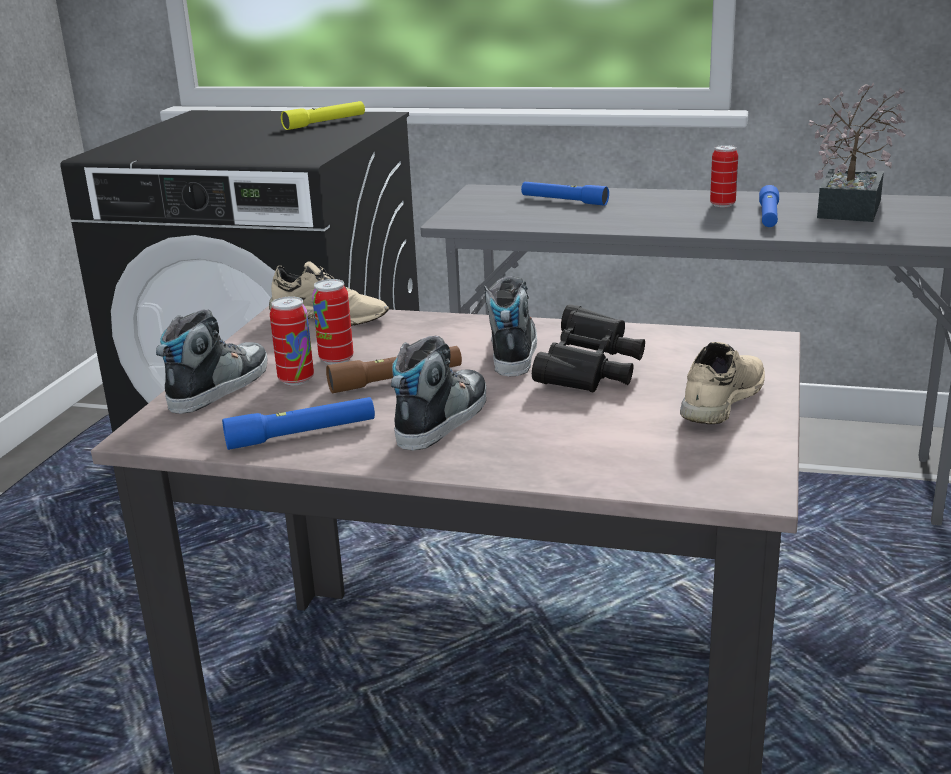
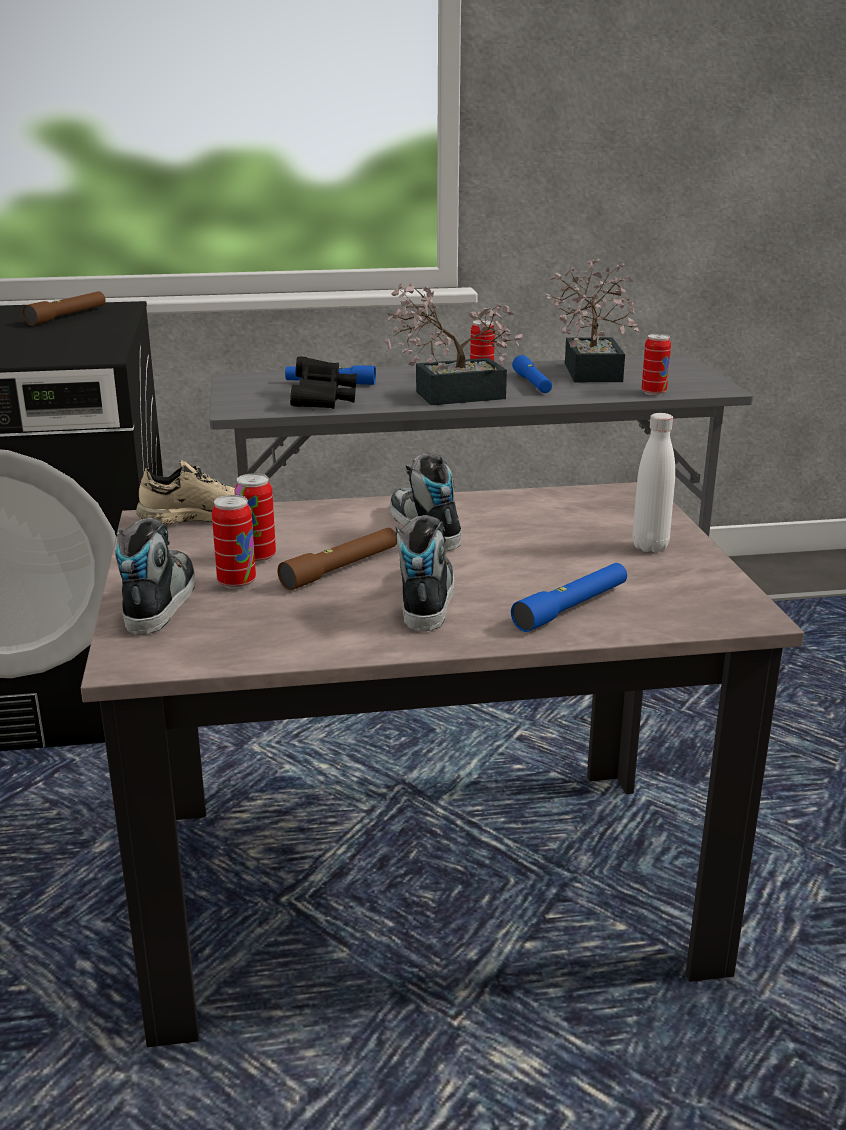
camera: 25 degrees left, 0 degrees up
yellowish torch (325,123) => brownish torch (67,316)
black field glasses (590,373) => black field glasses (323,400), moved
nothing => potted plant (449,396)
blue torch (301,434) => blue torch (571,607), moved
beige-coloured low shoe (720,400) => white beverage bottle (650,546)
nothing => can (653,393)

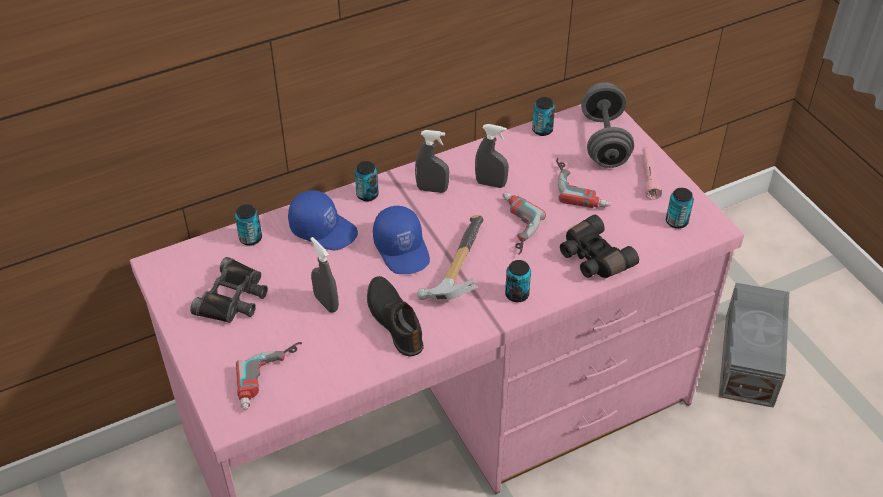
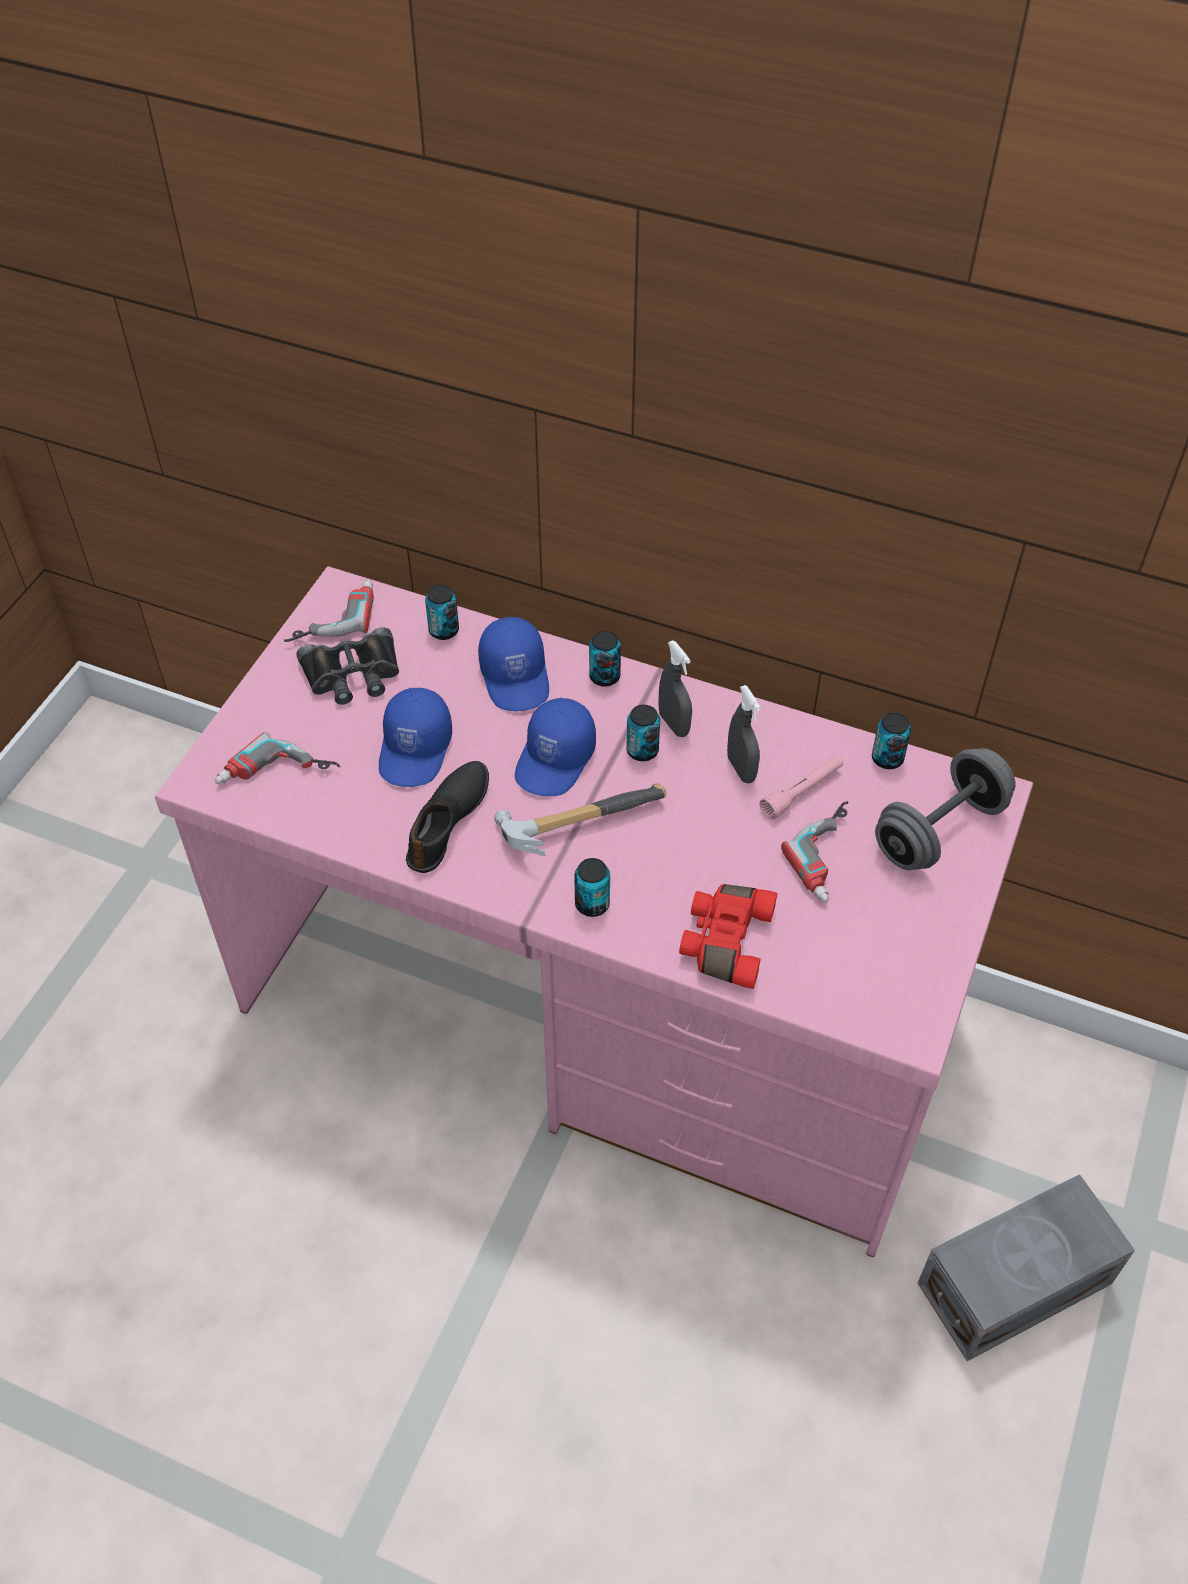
camera: 50 degrees right, 5 degrees up
power drill (512,226) => power drill (331,616), moved
grey sprayer (326,303) => blue baseball cap (416,750)
can (676,221) => can (642,750), moved
black field glasses (593,258) => red-coloured field glasses (724,941)
pink-coloured torch (648,177) => pink-coloured torch (802,792), moved

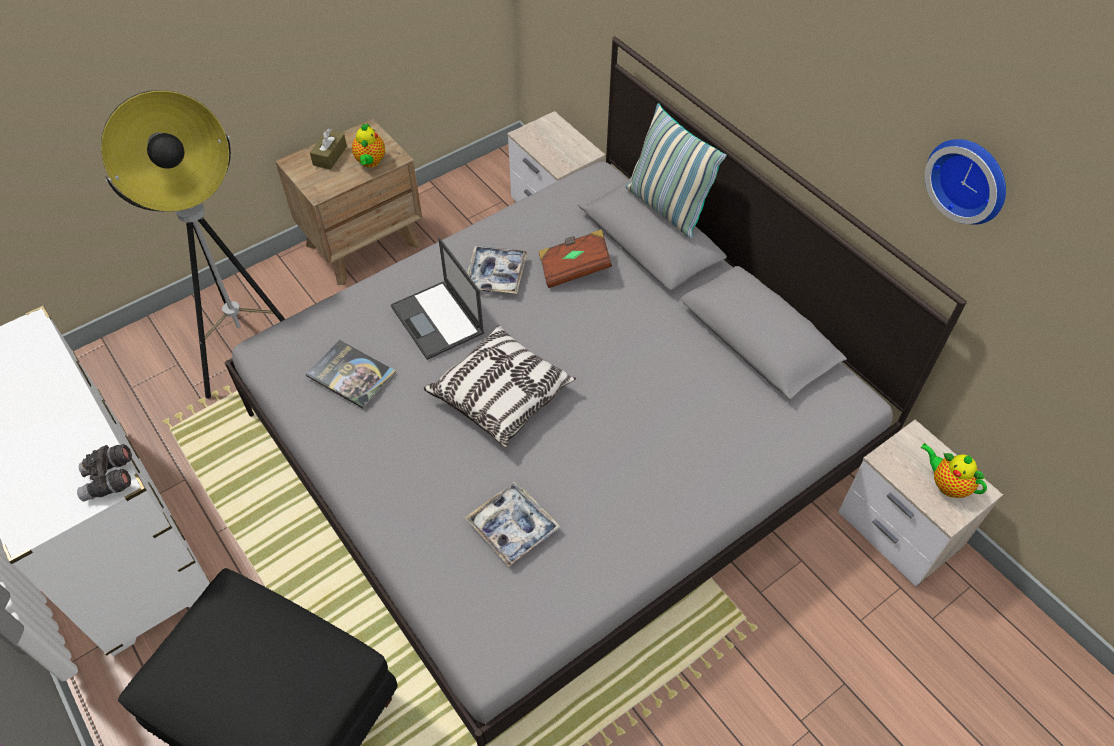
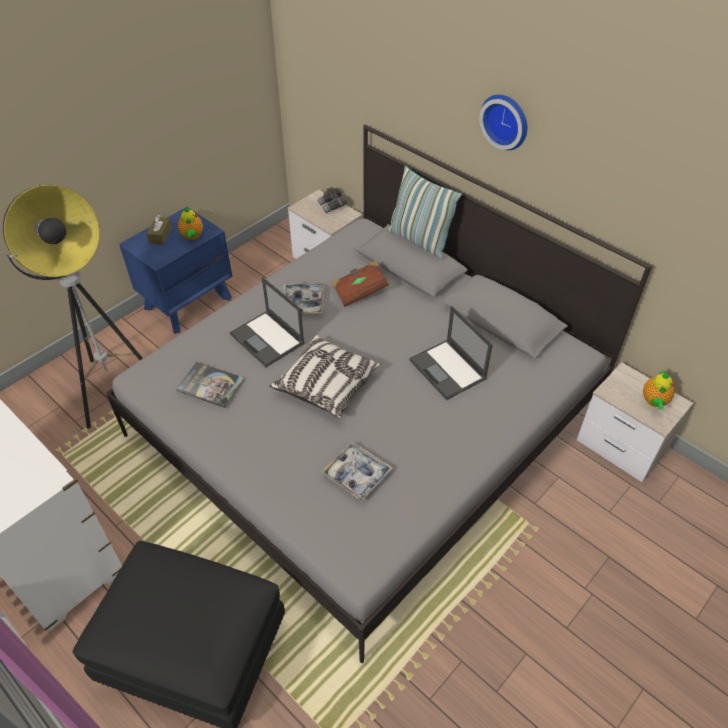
camera: 10 degrees left, 5 degrees down
brownish bedside table (364,244) => blue bedside table (188,302)
grey field glasses (110,481) => grey field glasses (332,206), moved
nothing => laptop (448,370)
hanging clock (970,178) => hanging clock (506,120), moved
tea pot (947,484) => tea pot (654,402), 105 degrees counterclockwise

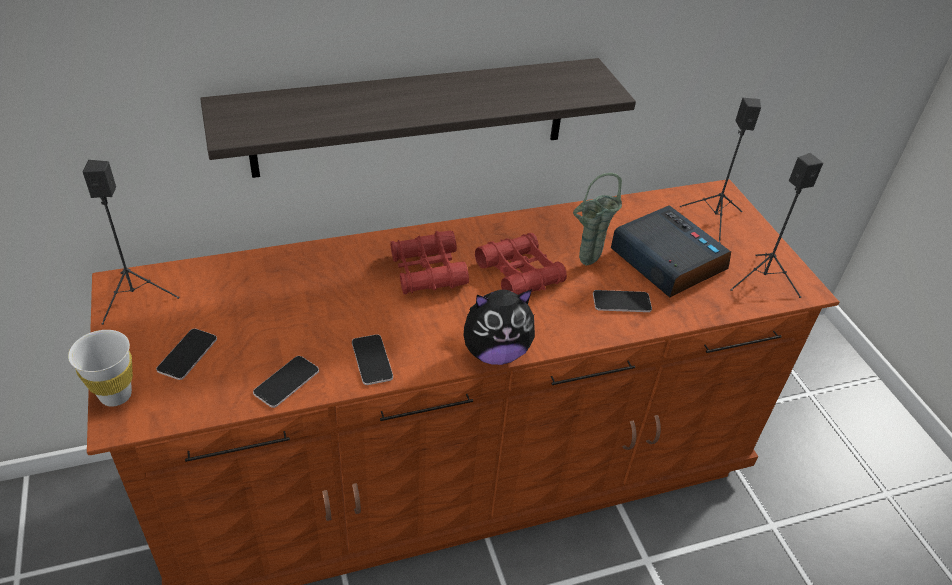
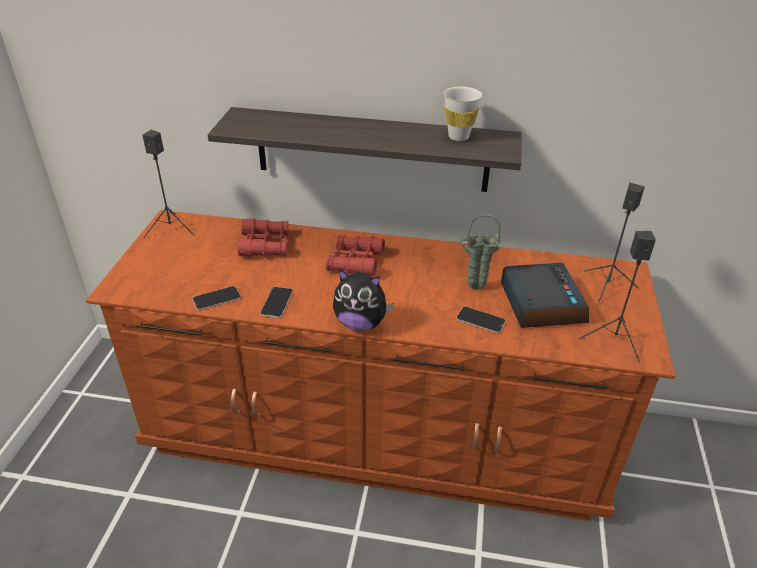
camera: 30 degrees right, 5 degrees down
red-coloured field glasses (519,273) => red-coloured field glasses (265,245), moved
white cup (116,395) => white cup (458,137), moved
telephone (187,354) => nothing

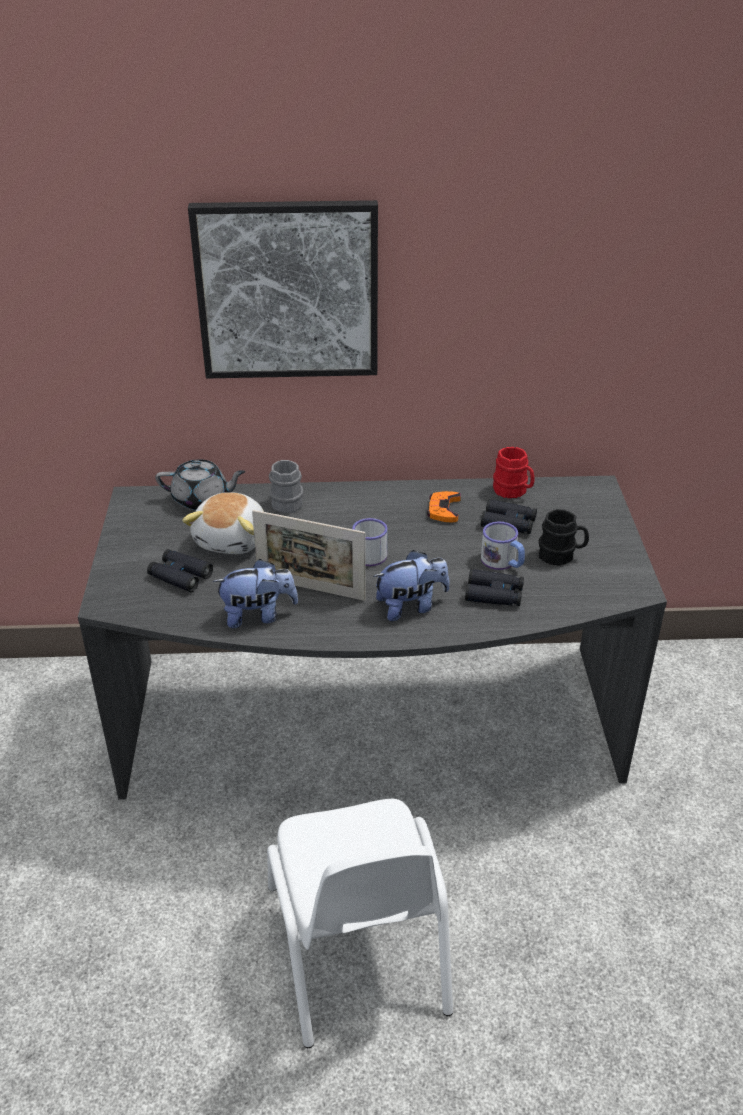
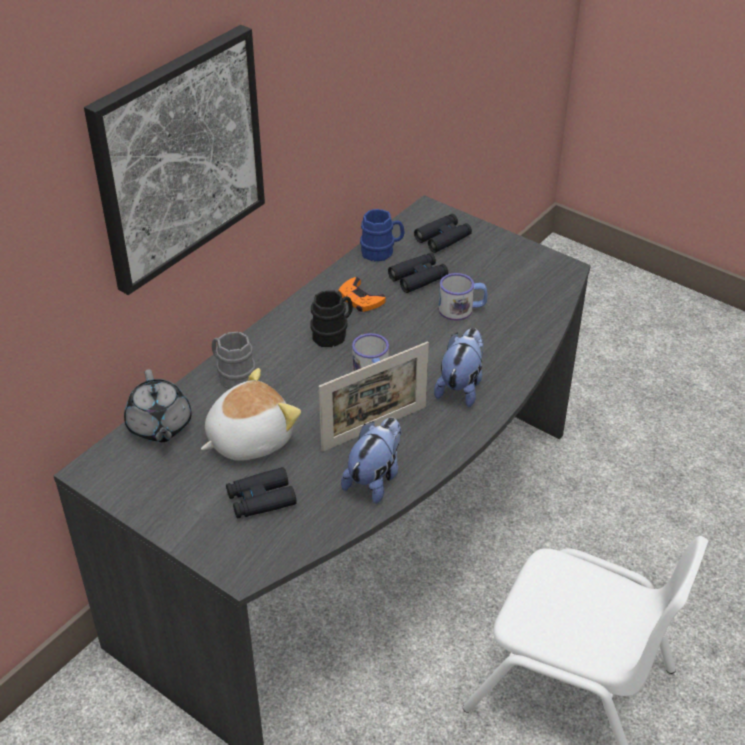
camera: 50 degrees left, 5 degrees up
grey tea pot (202,500) => grey tea pot (159,426), 120 degrees clockwise
cuddly toy (233,540) => cuddly toy (248,438), 90 degrees counterclockwise
black coffee mug (561,556) => black coffee mug (333,333), moved
red-coloured coffee mug (513,491) => blue coffee mug (382,251)
black field glasses (494,594) => black field glasses (443,238), moved

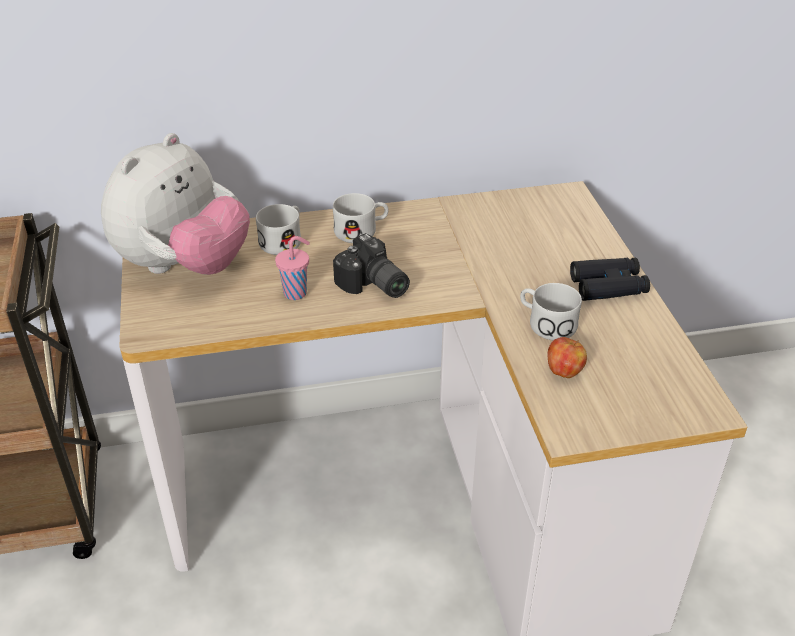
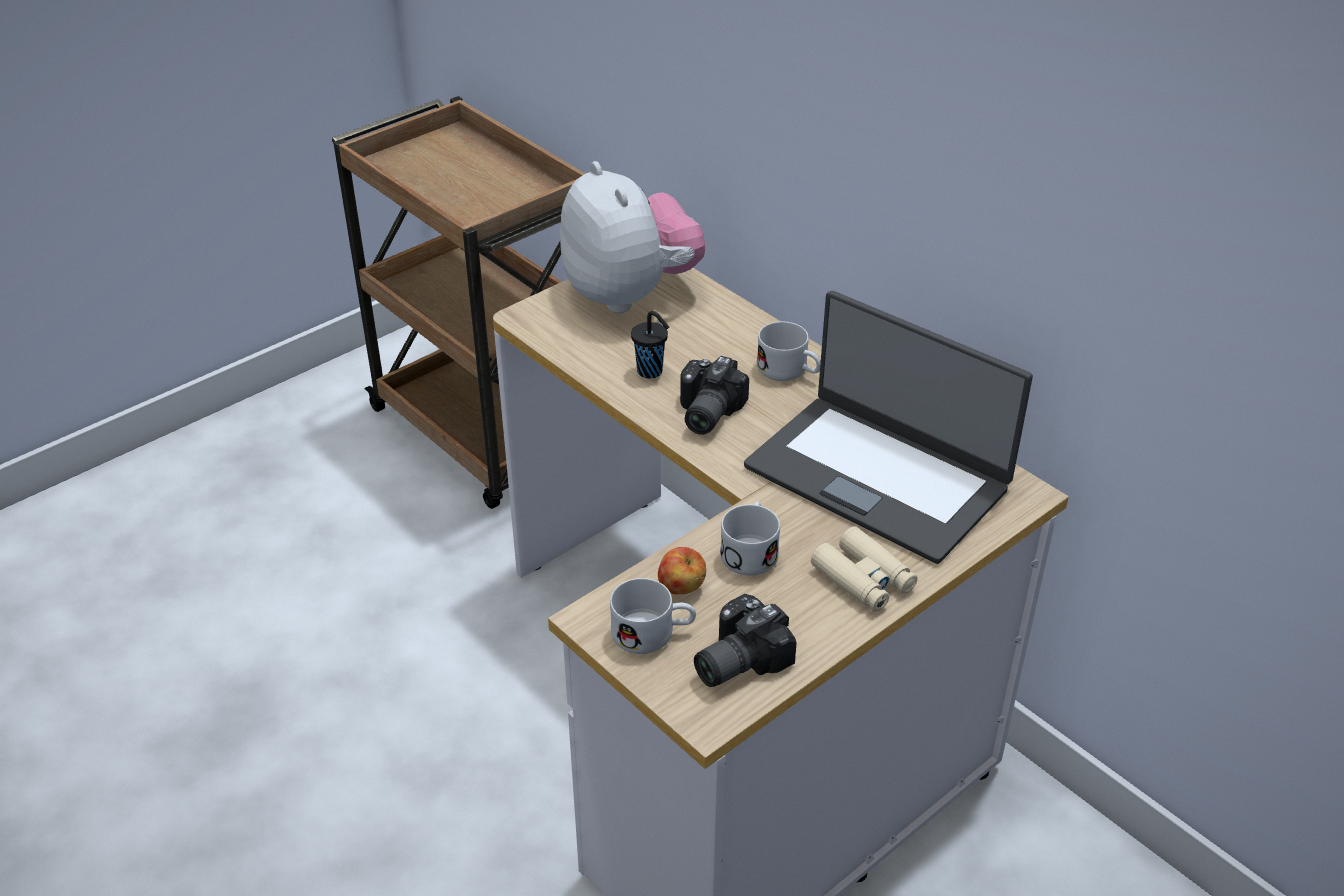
camera: 60 degrees right, 0 degrees up
cuddly toy (184,266) => cuddly toy (630,294), 120 degrees counterclockwise
white coffee mug (284,240) => white coffee mug (653,634), moved
pink-coloured cup (296,293) => black cup (651,372)
nothing => still camera (735,660)
nothing => laptop (878,476)
black field glasses (608,286) => beige-coloured field glasses (863,579)

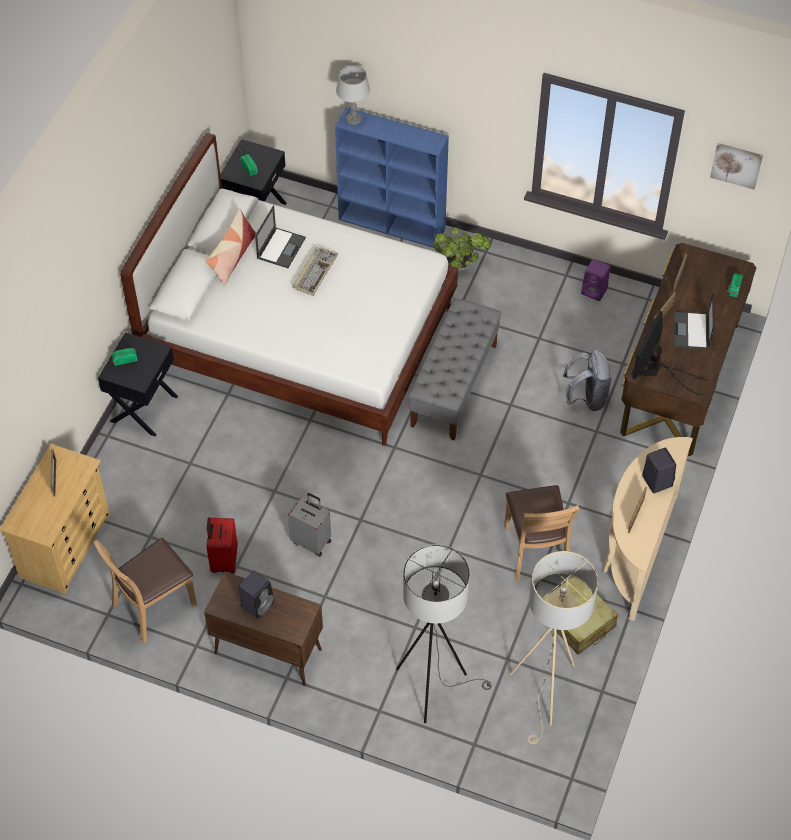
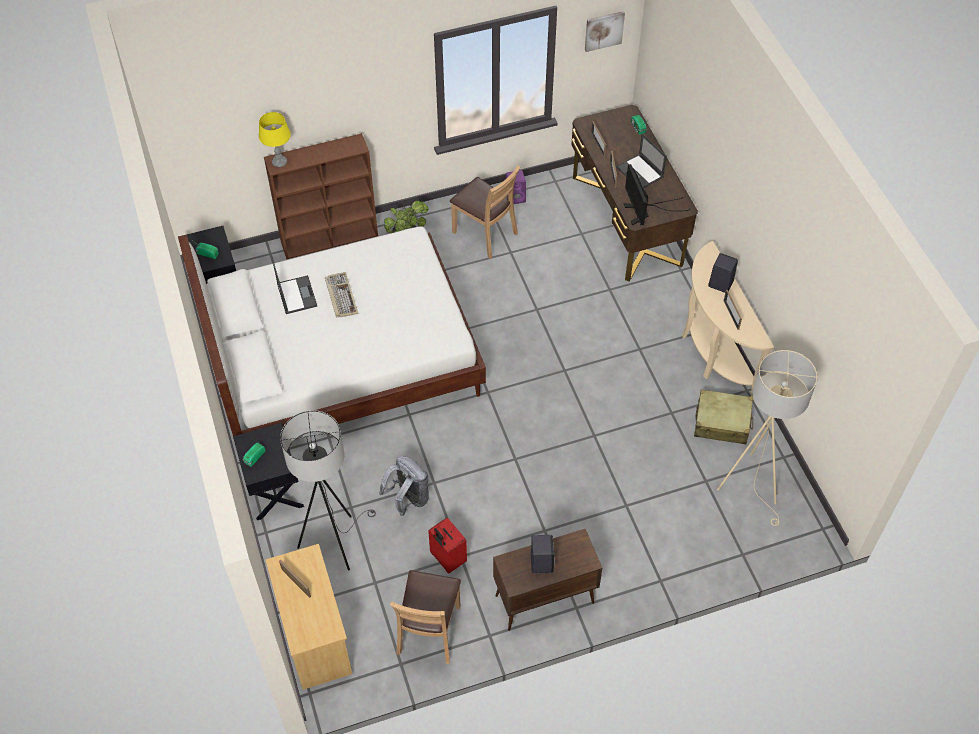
camera: 40 degrees left, 0 degrees up
grey lamp for a table (354,119) => yellowish lamp for a table (279,162)
blue shelving unit (393,224) => brownish shelving unit (330,238)
grey standing lamp (434,686) => grey standing lamp (334,540), moved
grey knapsack (586,398) => grey knapsack (408,499), moved
brownish chair (535,550) => brownish chair (485,234), moved
pillow (233,257) => nothing
grey travel case (312,541) => nothing
grey bench (454,385) => nothing

